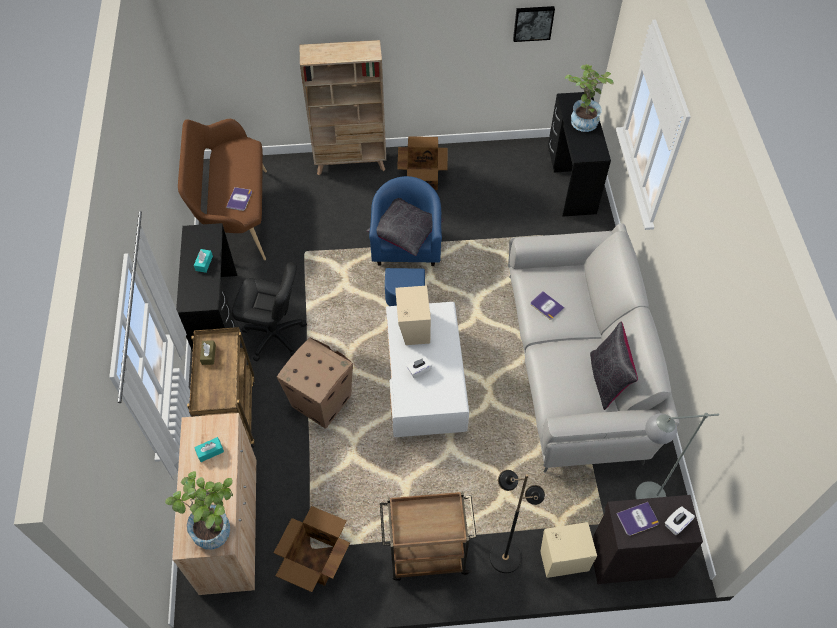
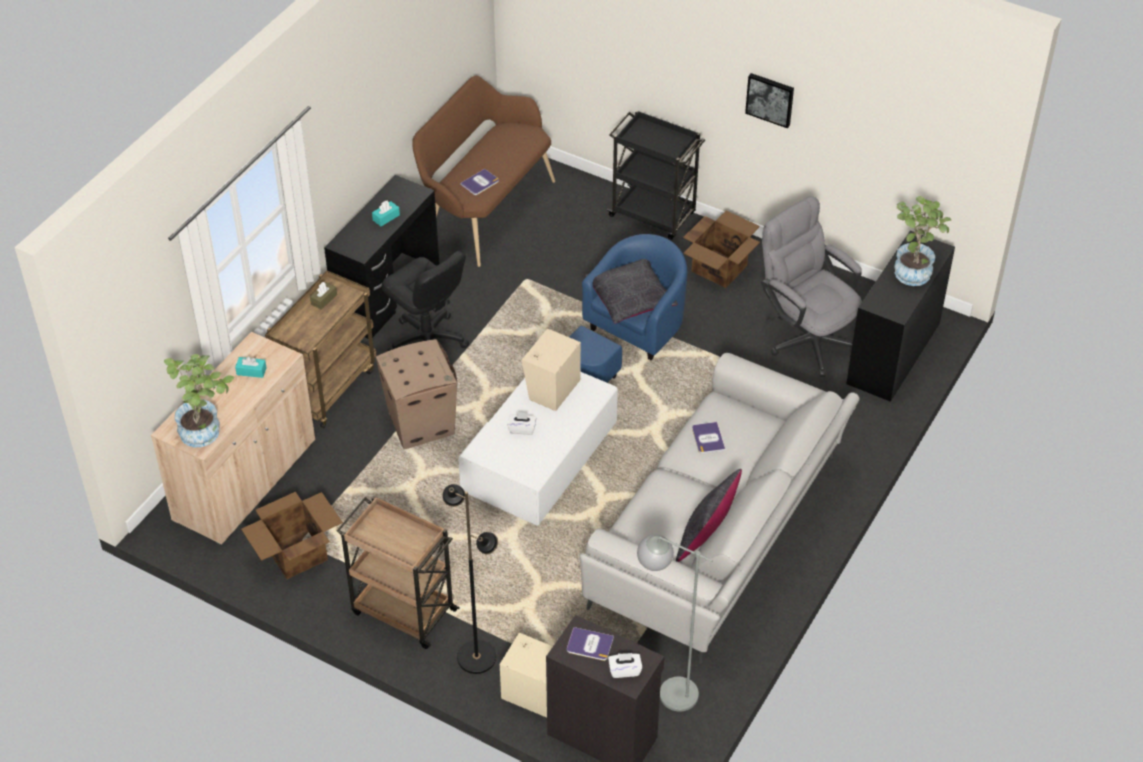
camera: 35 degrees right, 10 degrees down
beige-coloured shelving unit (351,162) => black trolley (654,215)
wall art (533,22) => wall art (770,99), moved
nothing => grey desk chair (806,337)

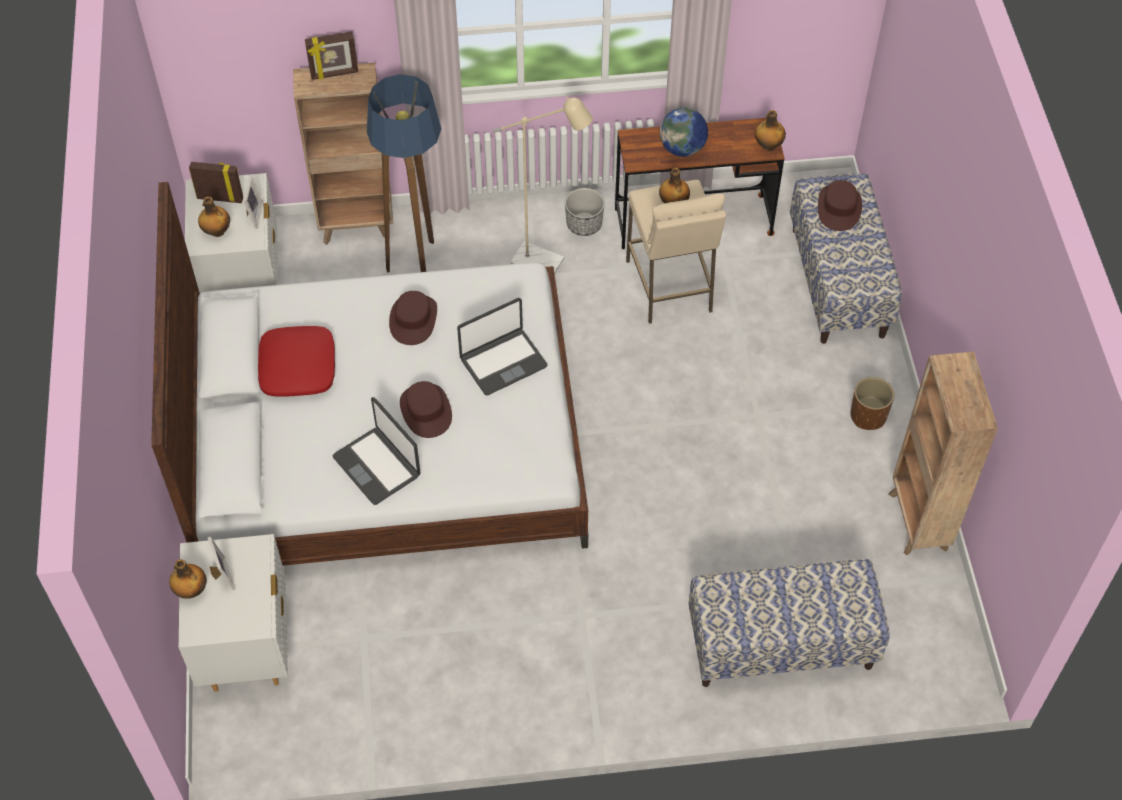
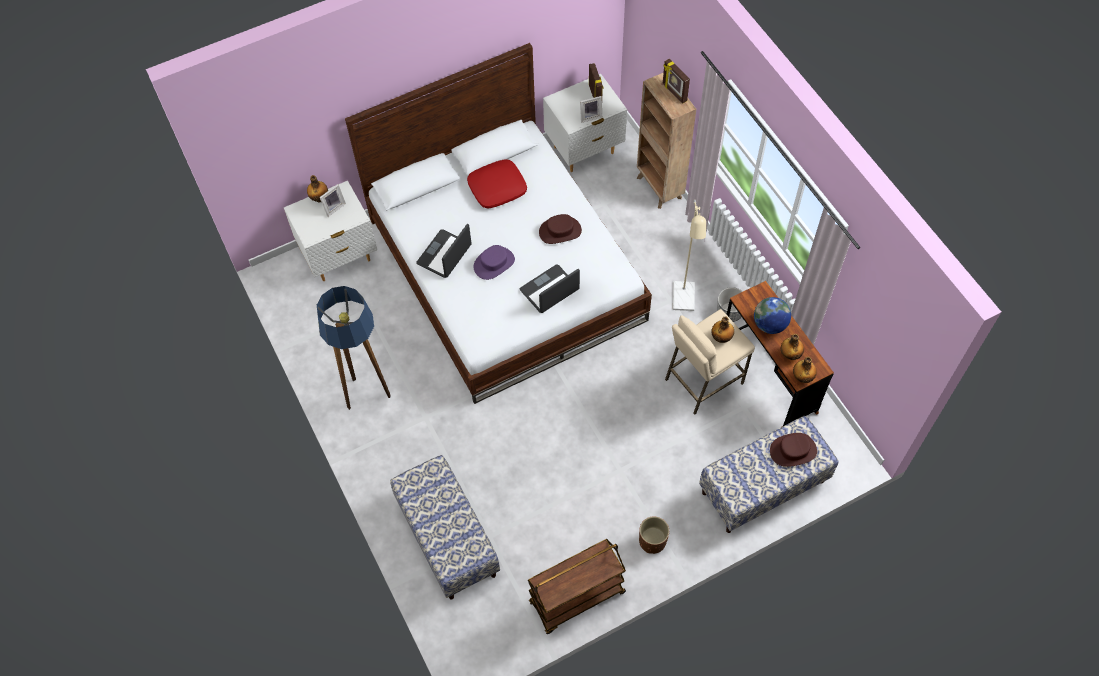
camera: 70 degrees right, 5 degrees up
standing lamp (418,261) => standing lamp (368,395), moved
brownish clothing hat (425,411) => purplish clothing hat (494,263)
laptop (503,362) => laptop (550,290), 105 degrees clockwise
brownish shelving unit (918,523) => brownish trolley (576,598)
beverage bottle (217,231) => beverage bottle (790,354), moved

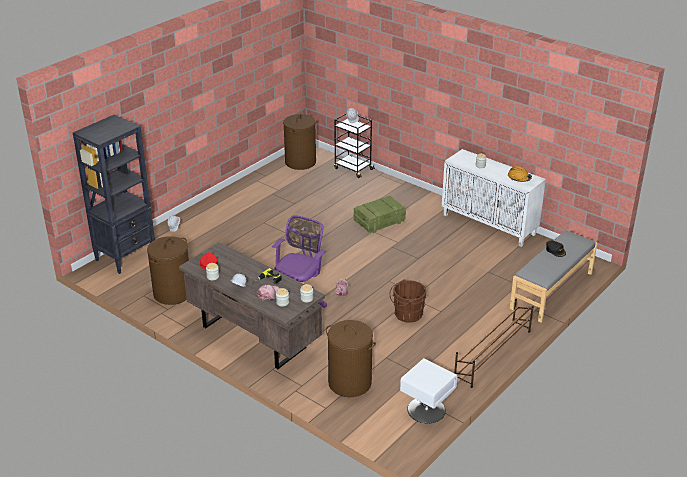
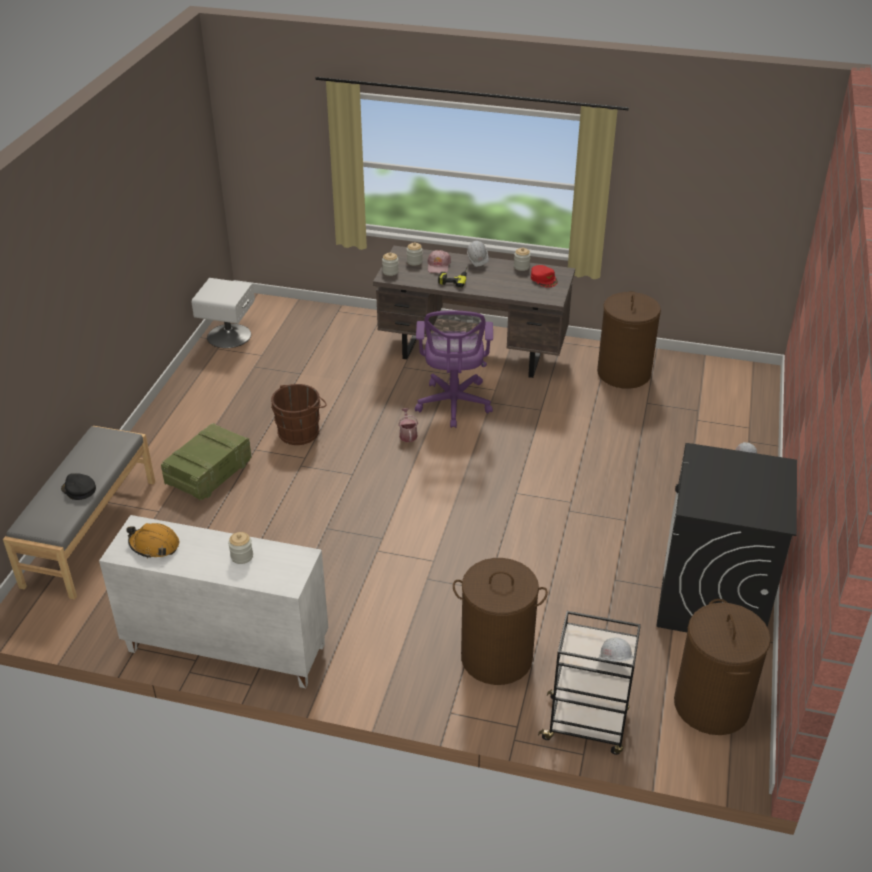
camera: 155 degrees right, 5 degrees up
shipping crate (379,222) => shipping crate (209,473), moved
brownish hamper (350,383) => brownish hamper (496,658), moved
nothing => black laundry machine (712,598)
black shelving unit (126,256) => nothing
brownish shoe rack (492,354) => nothing

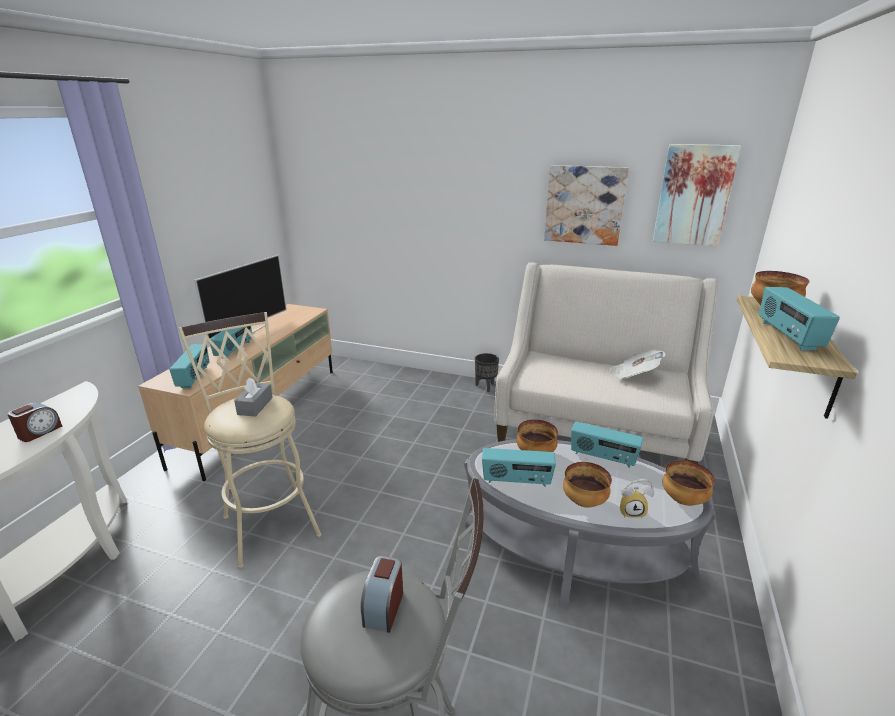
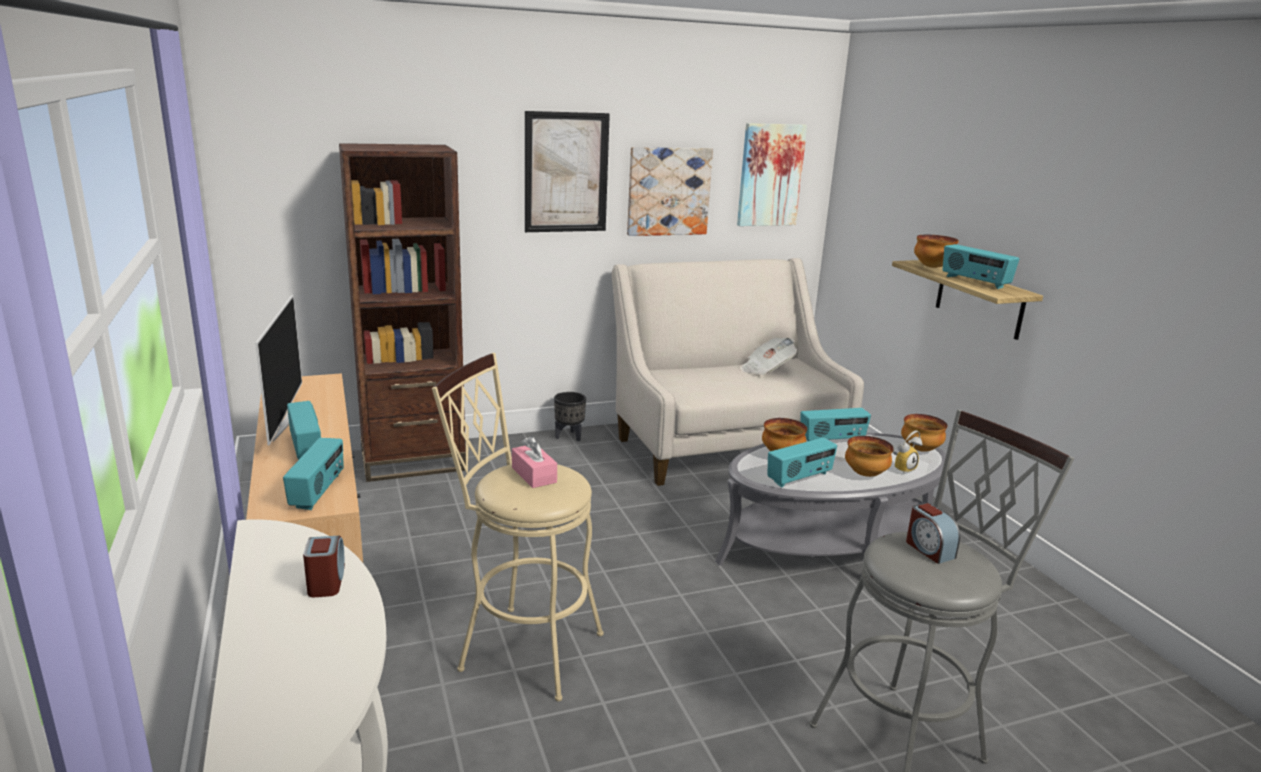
camera: 40 degrees left, 5 degrees down
radio receiver (194,377) => radio receiver (318,492), 45 degrees clockwise
nothing => brownish shelving unit (413,461)
grey tissue box (255,406) => pink-coloured tissue box (534,475)
nothing => wall art (566,173)

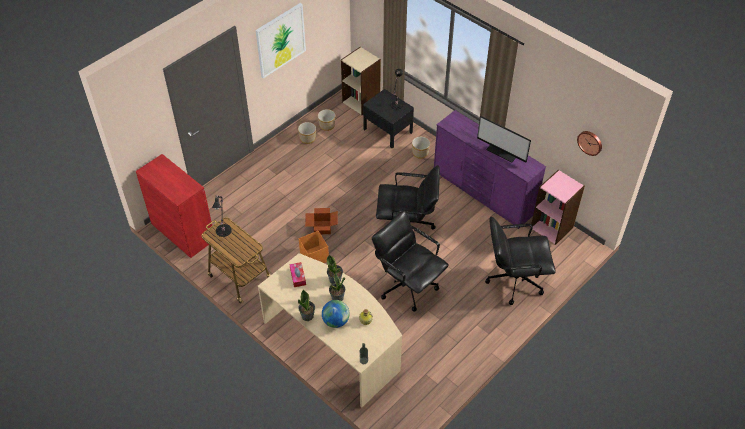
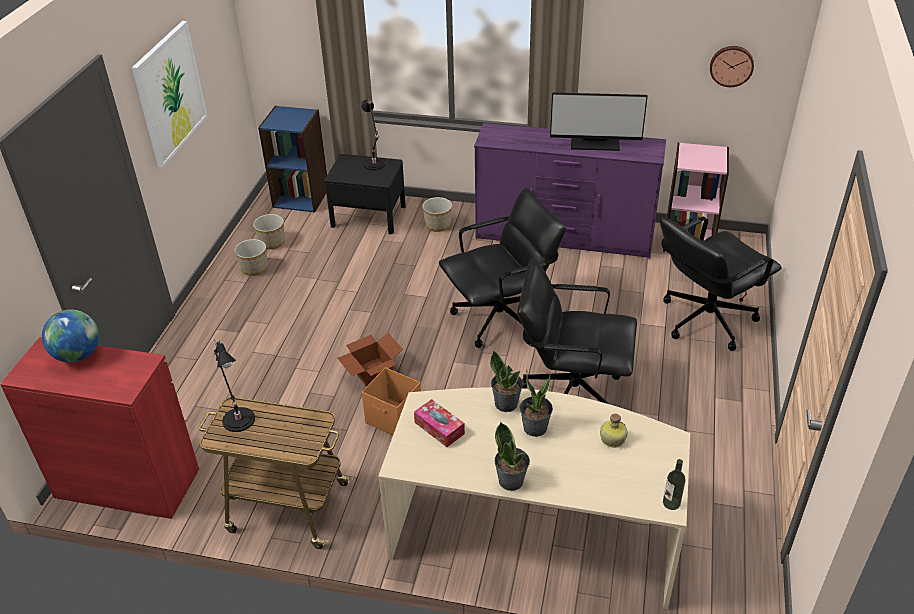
camera: 30 degrees left, 10 degrees down
globe (336,321) => globe (78,355), moved
beige-coloured shelving unit (361,102) => blue shelving unit (301,197)

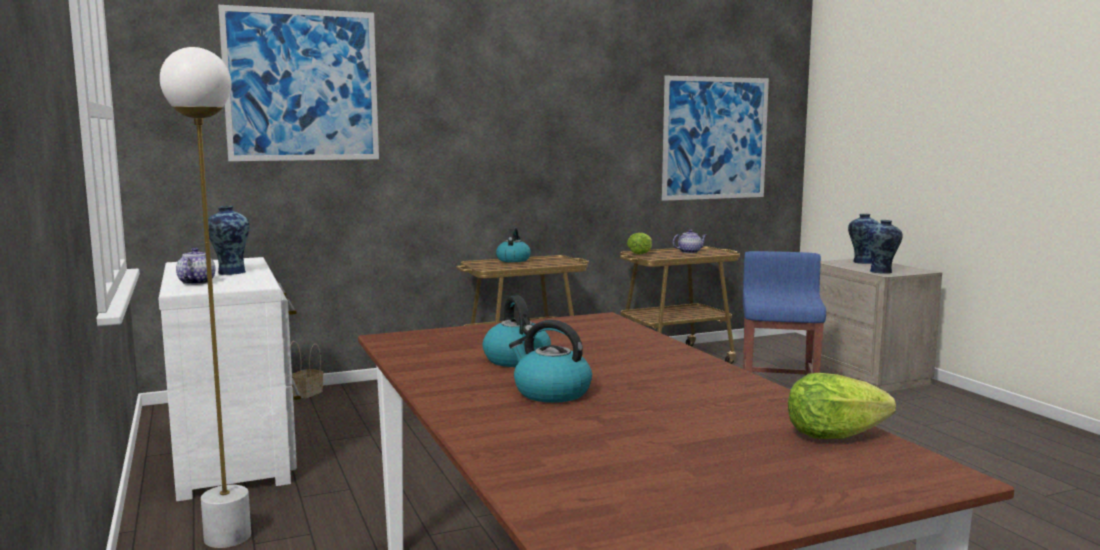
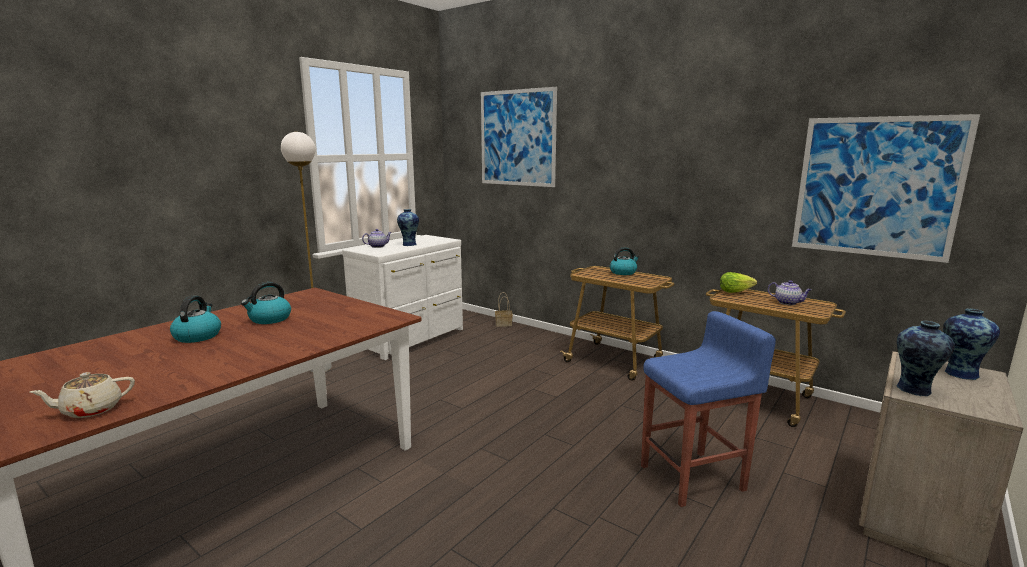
camera: 60 degrees right, 5 degrees up
head of lettuce (833,435) => beige-coloured tea pot (90,410)

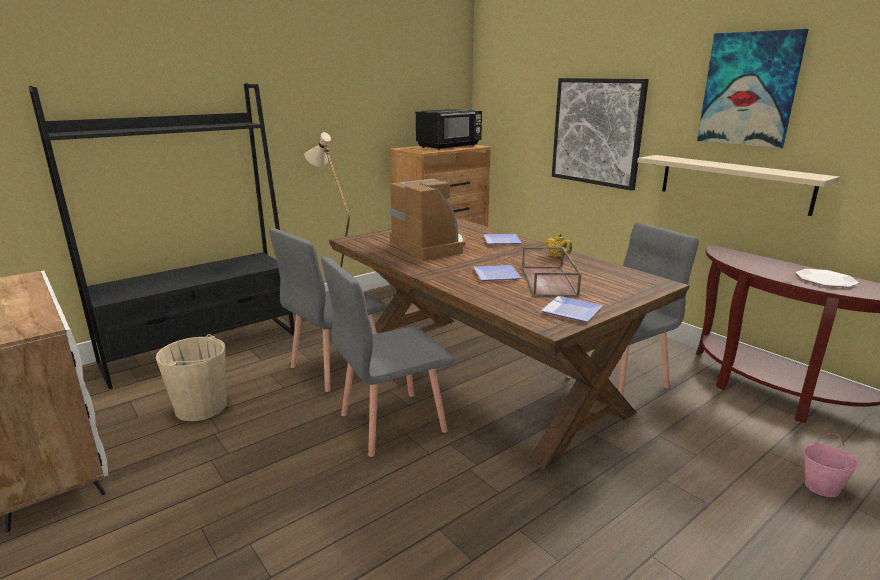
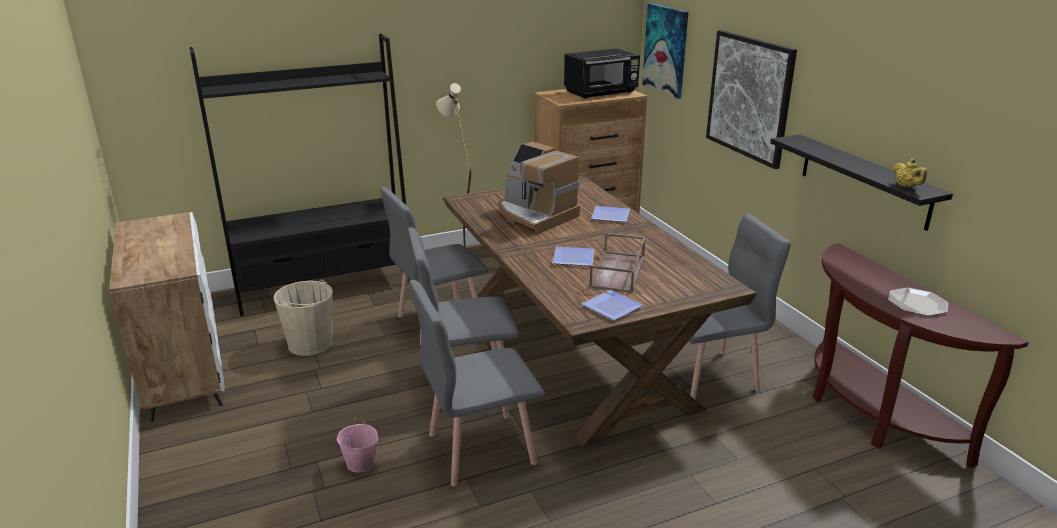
camera: 15 degrees right, 5 degrees up
pink-coloured water bucket (822,487) => pink-coloured water bucket (361,463), moved
nothing => grey chair (480,448)
coffee machine (431,246) => coffee machine (535,216), 150 degrees clockwise
wall art (749,89) => wall art (666,50), moved
beige-coloured bracket shelf (733,183) => black bracket shelf (864,180)
yellowish tea pot (557,257) => yellowish tea pot (906,187), moved

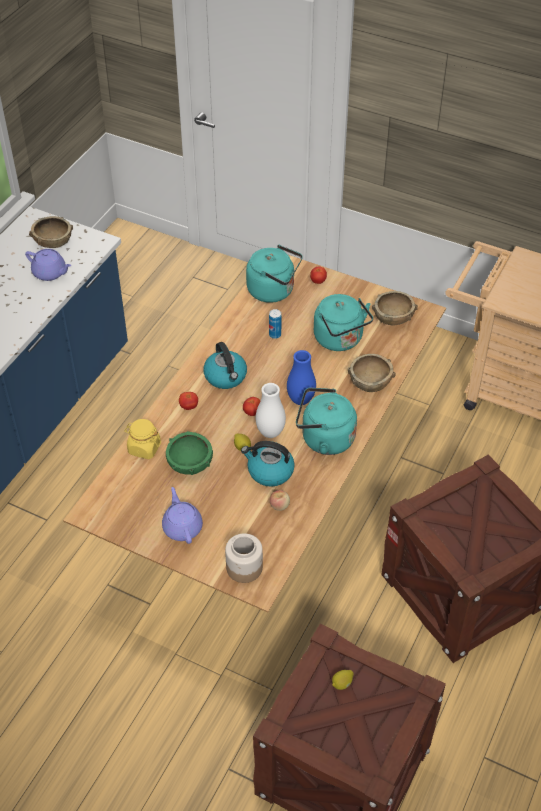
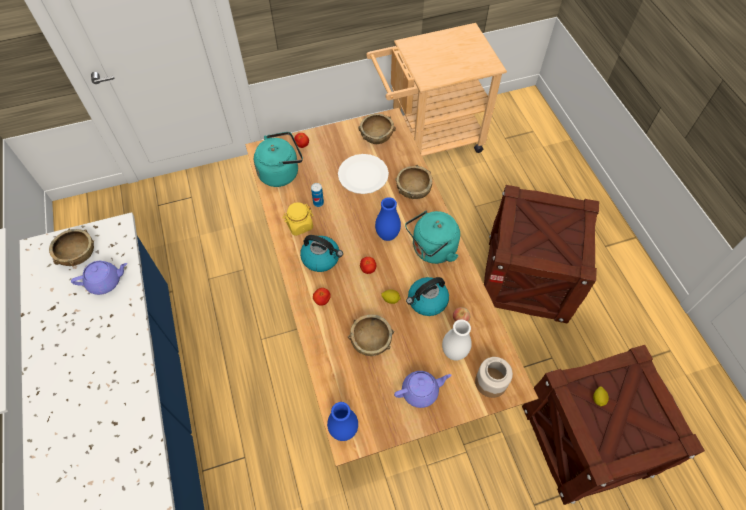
camera: 45 degrees left, 10 degrees up
yellowish preserve jar (144,448) => yellowish preserve jar (299,225), moved
nothing => blue decorative vase (343,430)
turquoise tea kettle (340,340) => white flat dish (363,175)
green-coloured deep dish (189,463) => brownish deep dish (371,340)
purplish tea pot (182,527) => purplish tea pot (421,391), 135 degrees clockwise
white decorative vase (270,432) => white decorative vase (454,352), moved

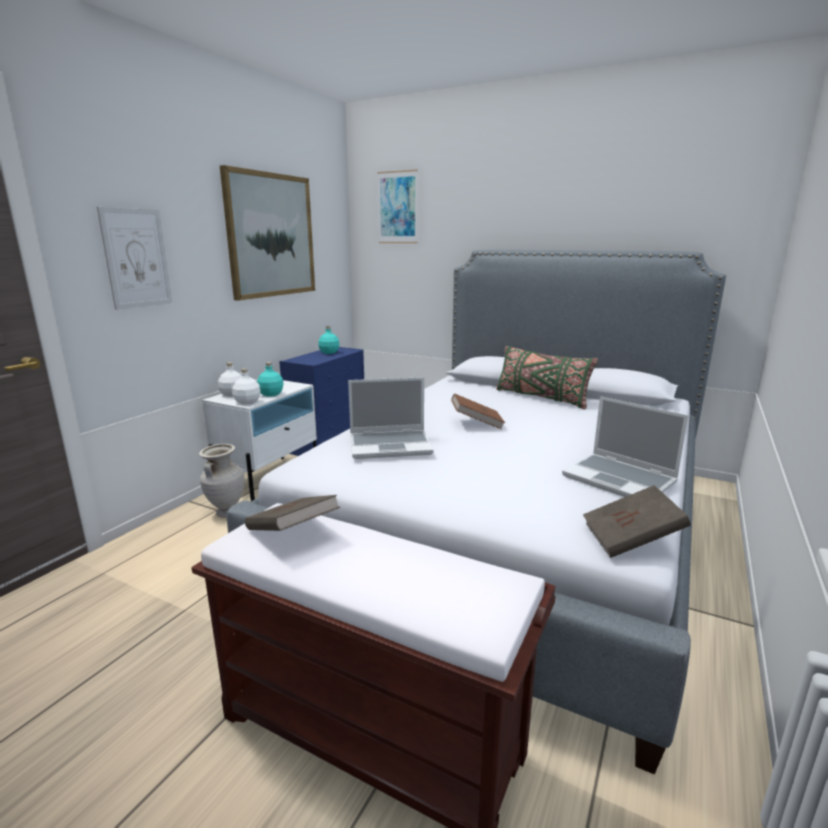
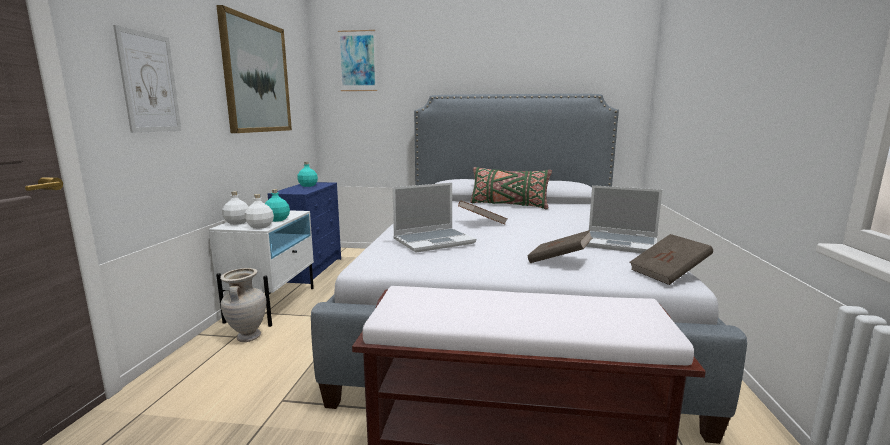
camera: 20 degrees left, 5 degrees down
brownish bound book (292,533) => brownish bound book (559,261), moved

